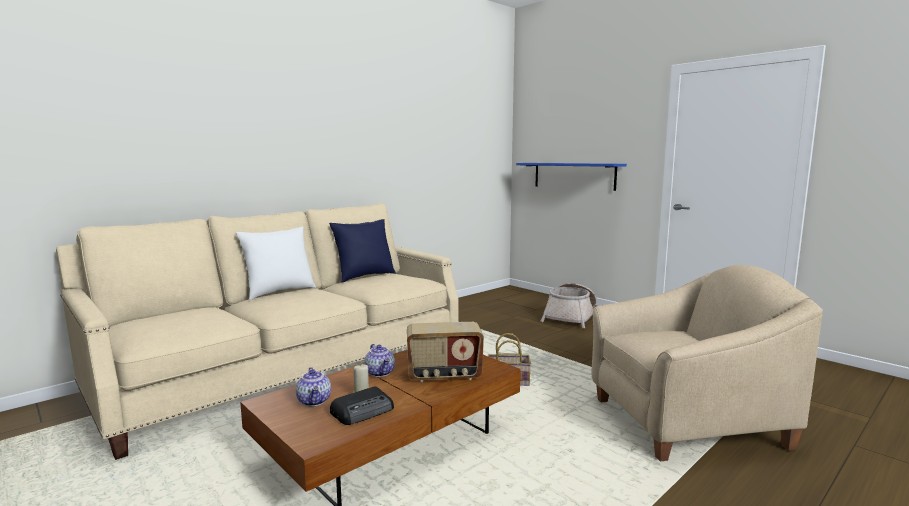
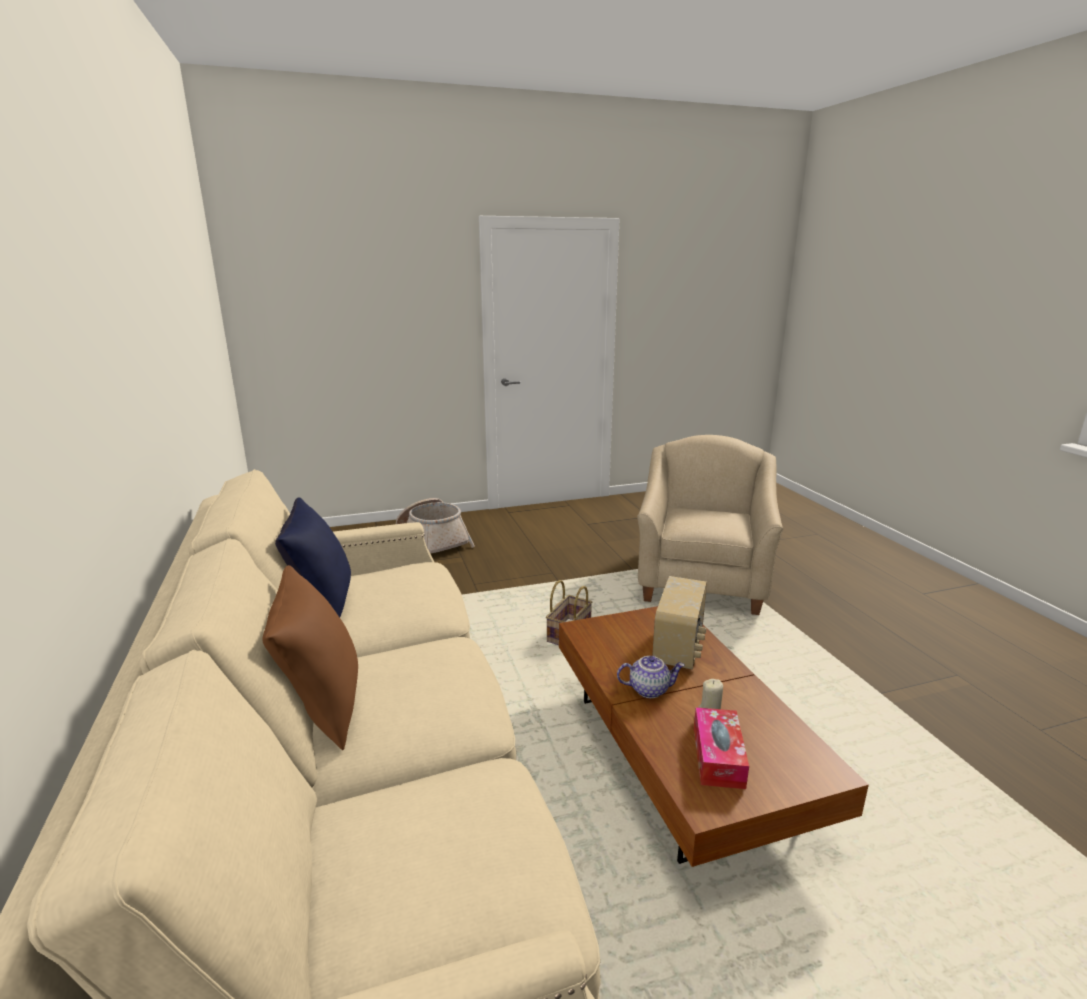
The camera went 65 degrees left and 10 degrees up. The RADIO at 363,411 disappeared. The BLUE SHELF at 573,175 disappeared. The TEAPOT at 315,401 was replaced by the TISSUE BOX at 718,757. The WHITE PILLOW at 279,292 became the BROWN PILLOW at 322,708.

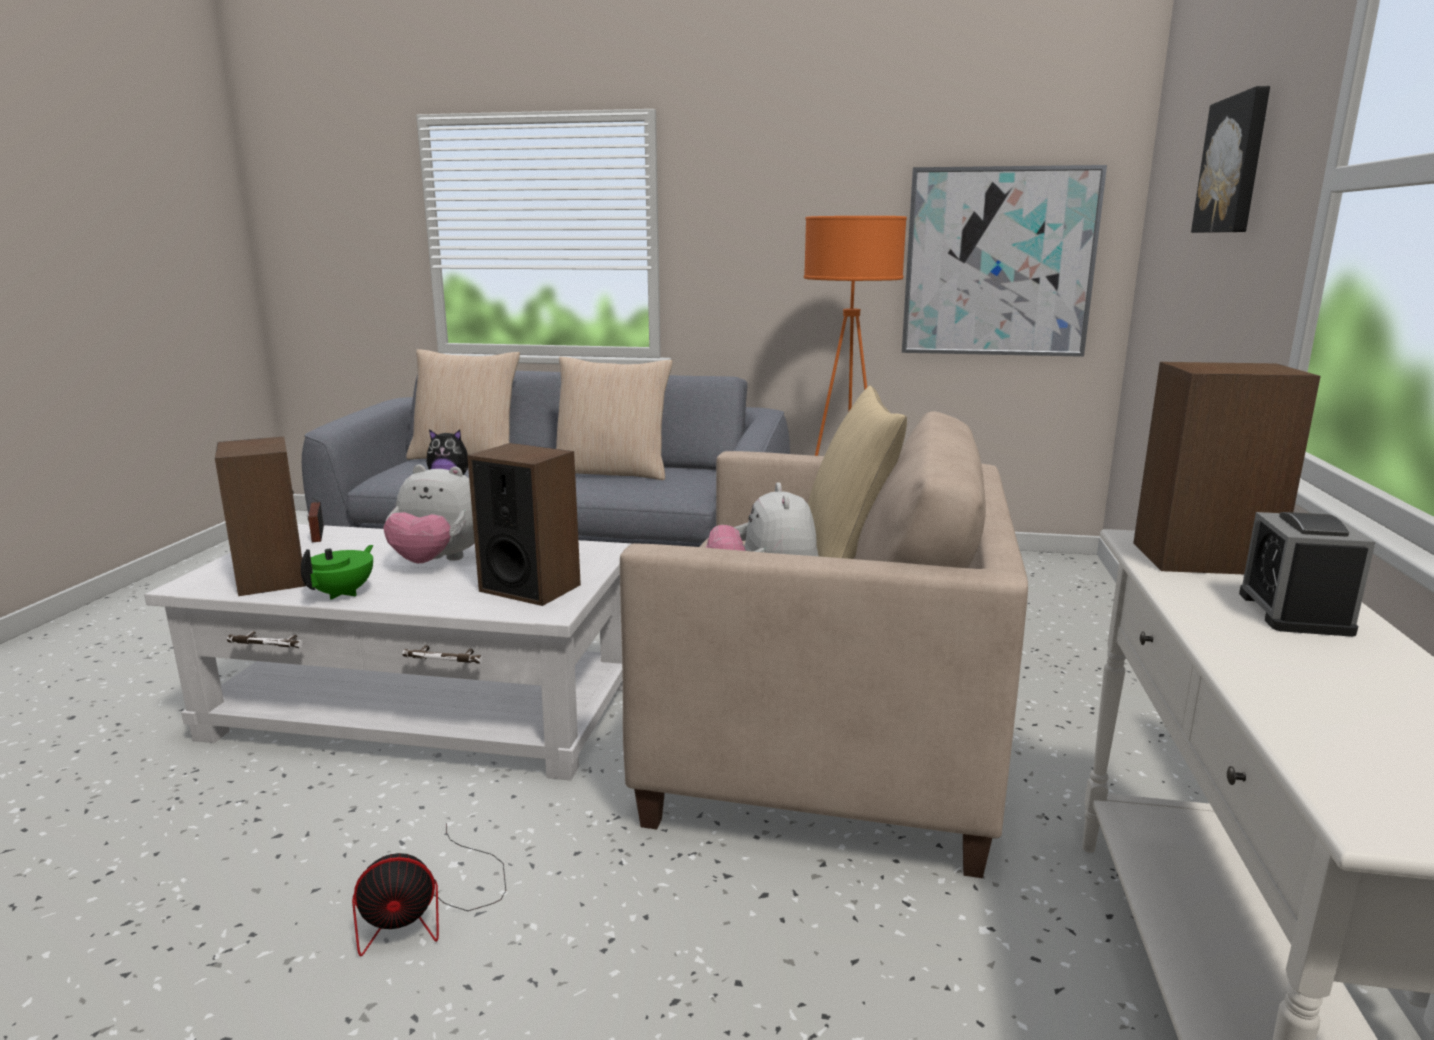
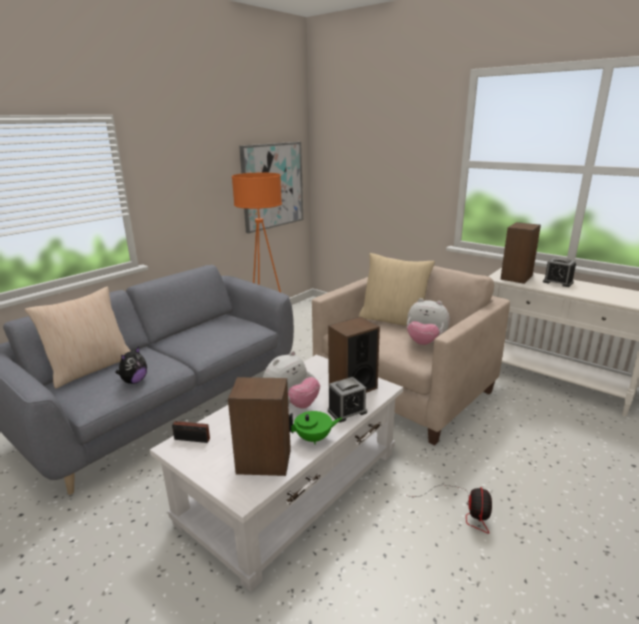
The camera went 60 degrees left and 5 degrees up. The BEIGE PILLOW at 612,472 disappeared. The PICTURE at 1234,165 disappeared. The ALARM CLOCK at 347,411 appeared. The GREEN TEAPOT at 343,593 turned 120 degrees clockwise.

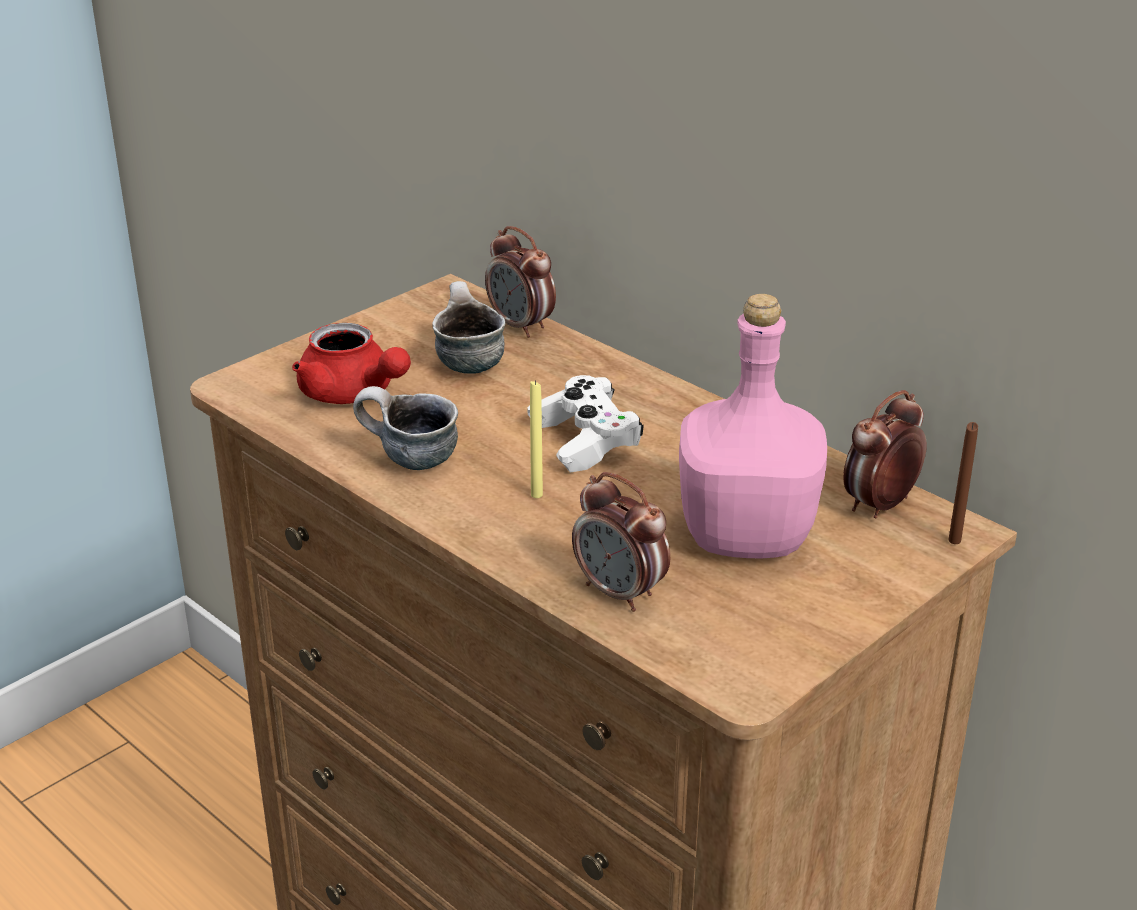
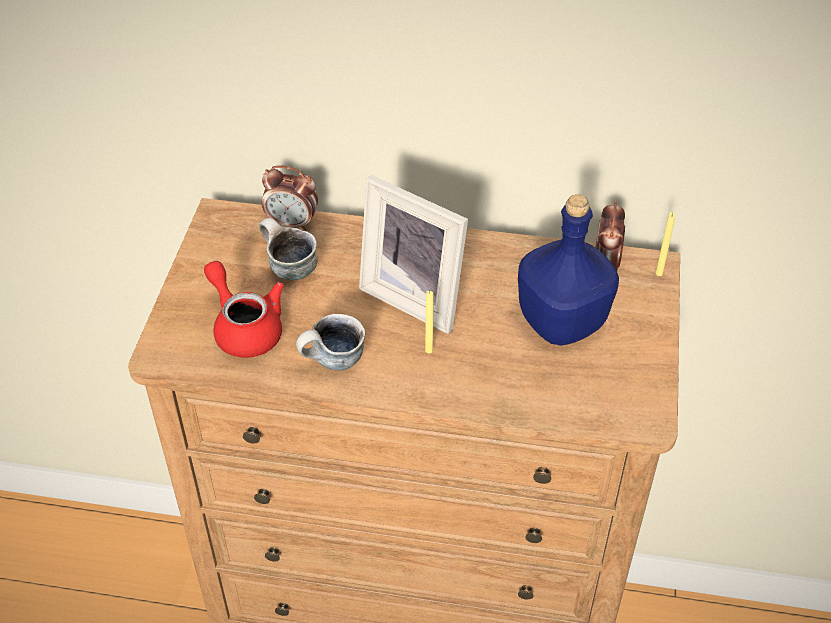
The camera went 35 degrees left and 15 degrees up. The ALARM CLOCK at 620,593 disappeared. The WHITE GAME CONTROLLER at 584,441 was replaced by the PICTURE FRAME at 416,297. The PINK BOTTLE at 749,536 became the BLUE BOTTLE at 563,321. The BROWN CANDLE at 954,540 became the YELLOW CANDLE at 659,273. The RED TEAPOT at 353,394 turned 135 degrees counterclockwise.

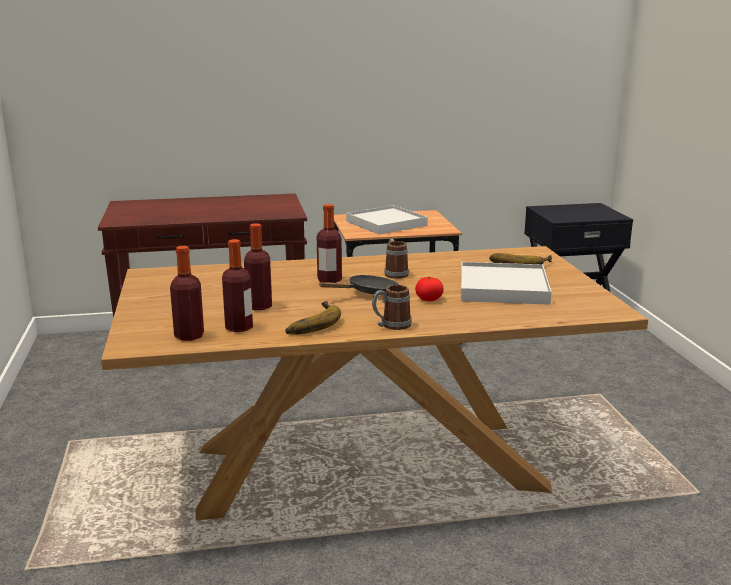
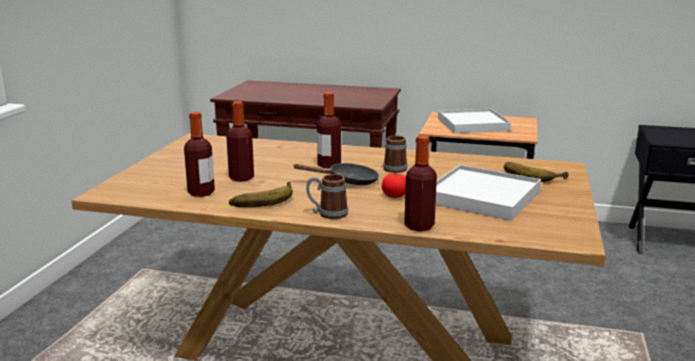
The camera went 25 degrees right and 0 degrees up. The BOTTLE moved from 189,336 to 419,226.

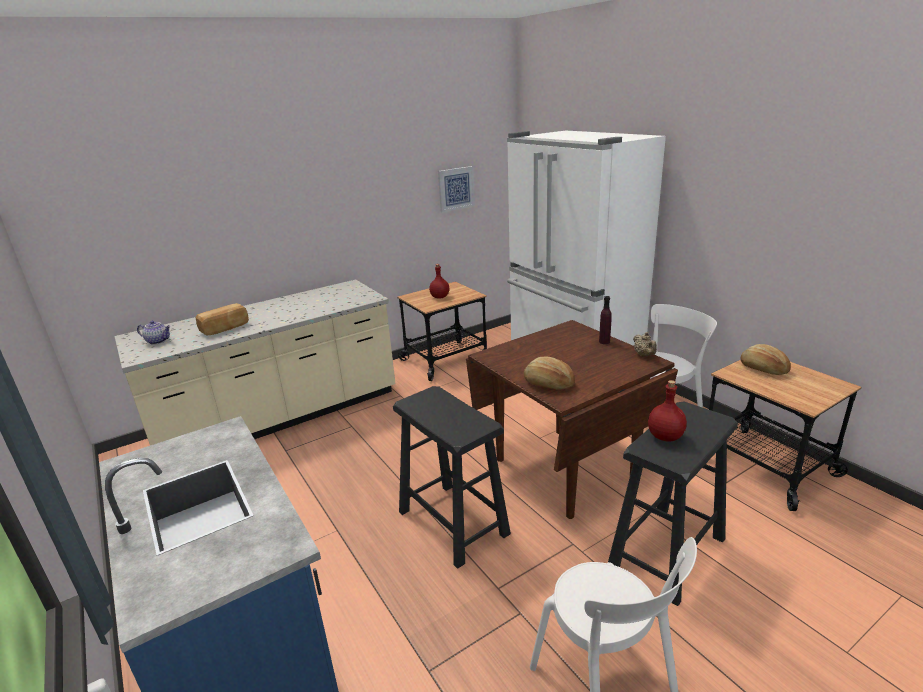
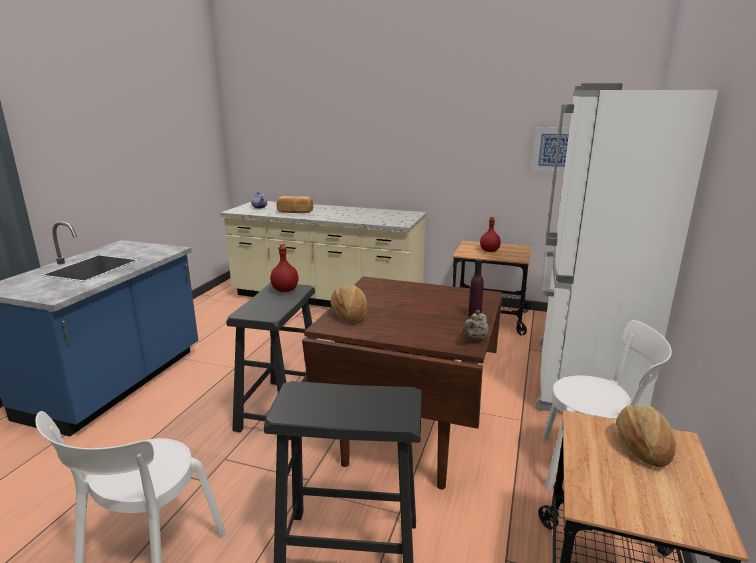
The camera went 50 degrees right and 5 degrees down. The RED BOTTLE moved from 664,436 to 285,290.

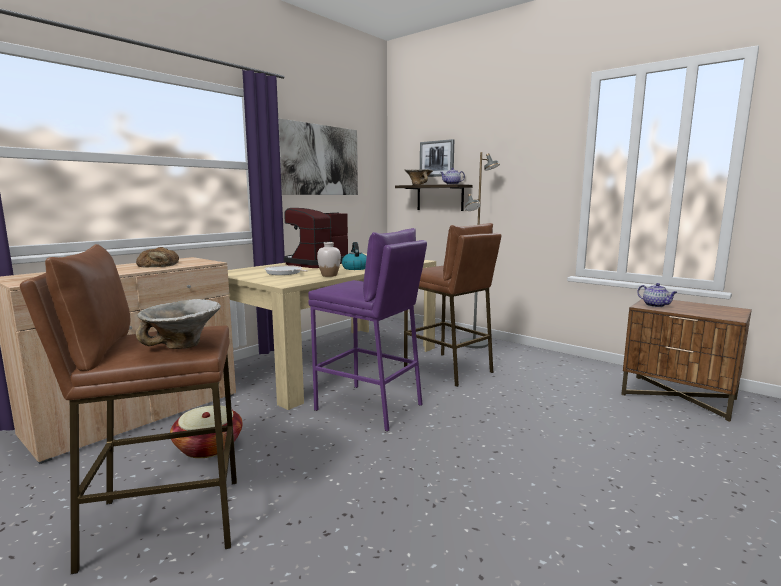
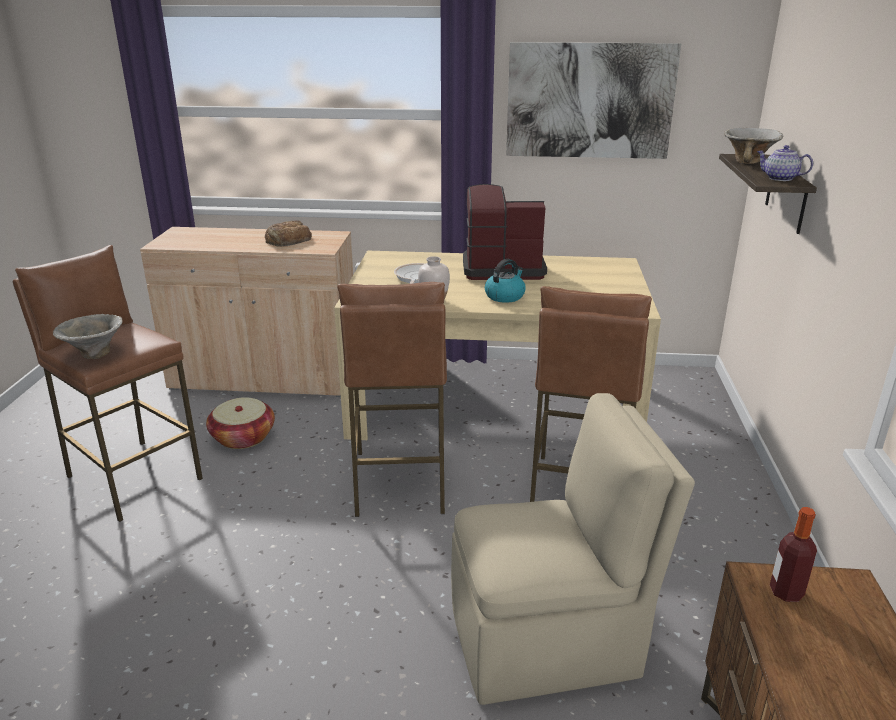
The camera went 55 degrees right and 15 degrees up. The PICTURE at 437,158 disappeared. The GREY FLOOR LAMP at 474,344 disappeared. The BEIGE CHAIR at 548,641 appeared. The TEAPOT at 655,305 was replaced by the BOTTLE at 786,592. The PURPLE STOOL at 369,407 became the BROWN STOOL at 399,481.

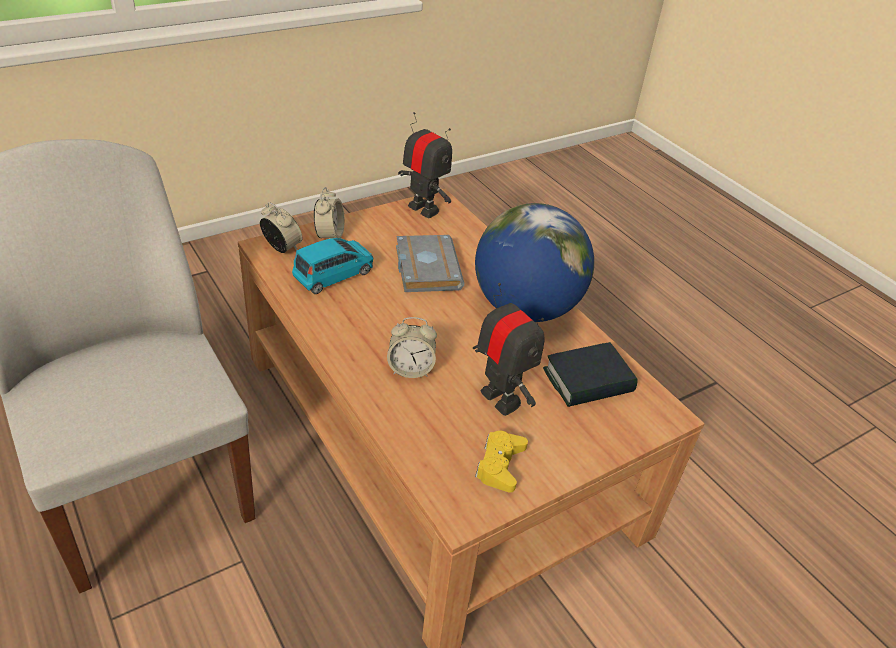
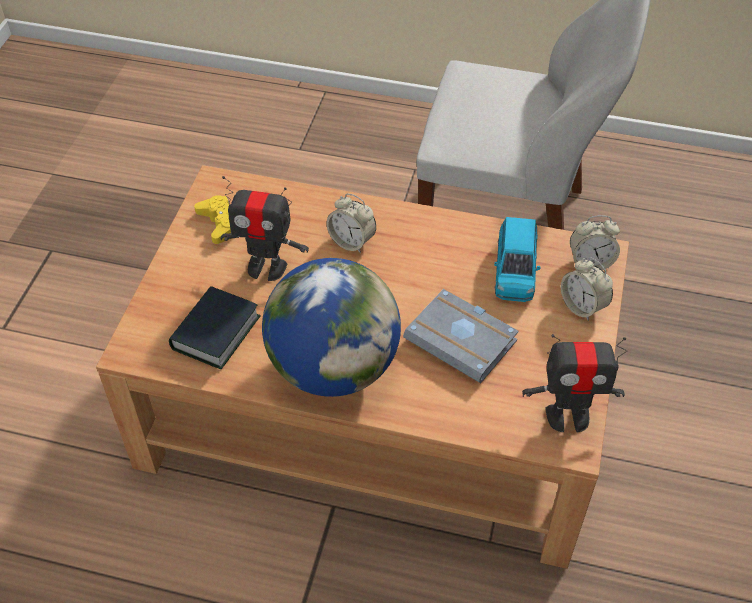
The camera went 140 degrees right and 10 degrees up. The ALARM CLOCK at 410,369 turned 105 degrees counterclockwise.

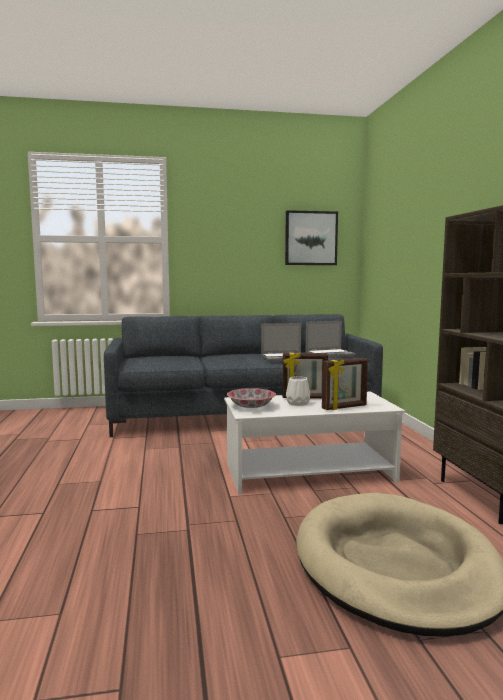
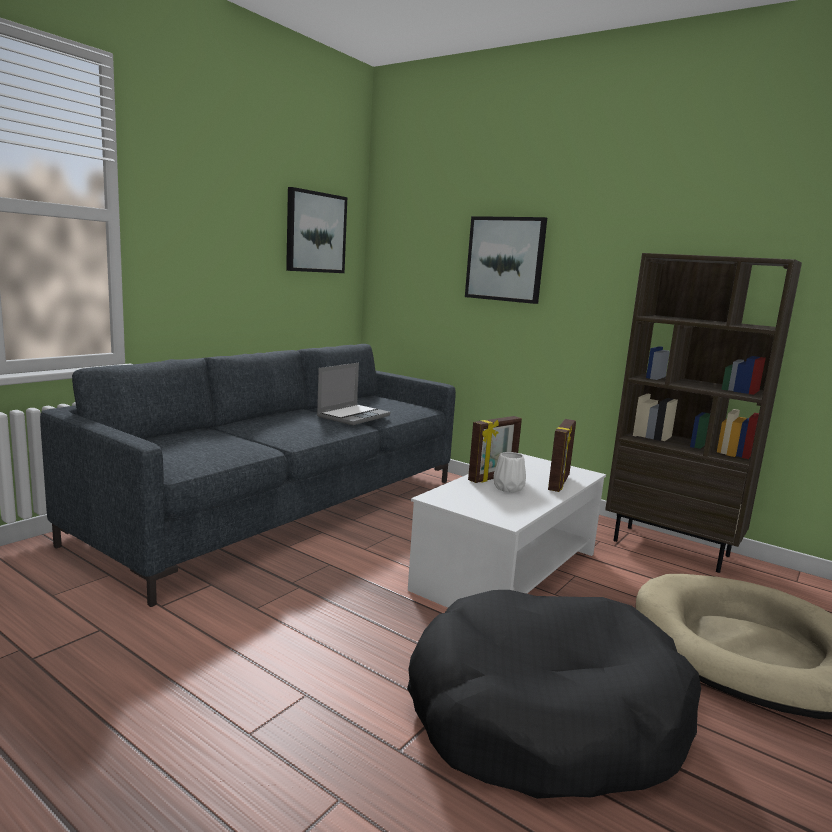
The camera went 45 degrees left and 5 degrees up. The BOWL at 251,406 disappeared. The LAPTOP at 330,354 disappeared. The BLACK DOG BED at 544,716 appeared. The PICTURE at 505,259 appeared.

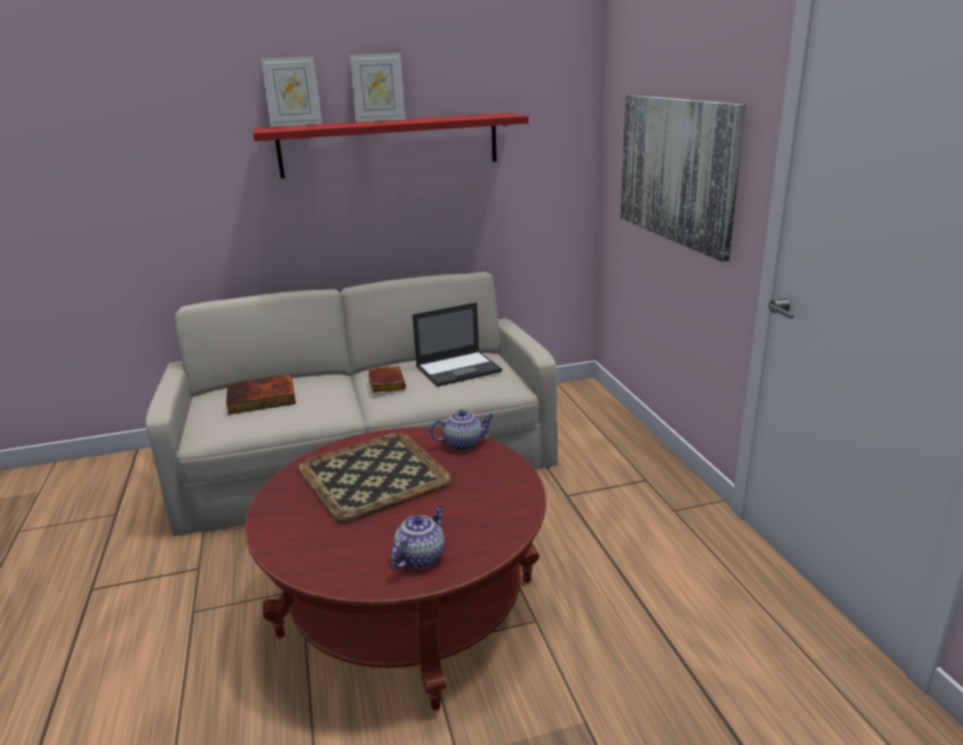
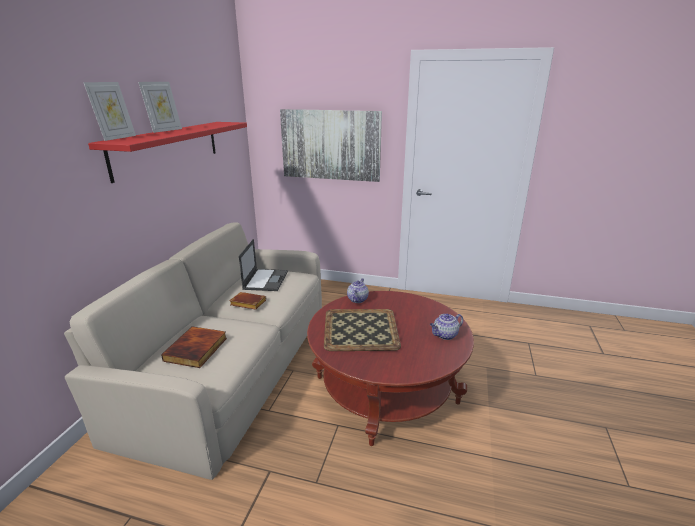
The camera went 60 degrees left and 0 degrees up. The TEAPOT at 420,557 turned 90 degrees counterclockwise.

